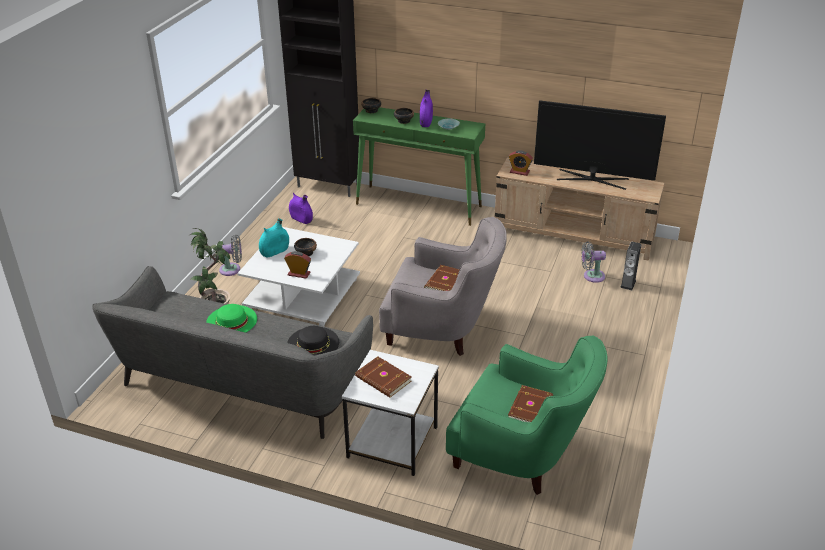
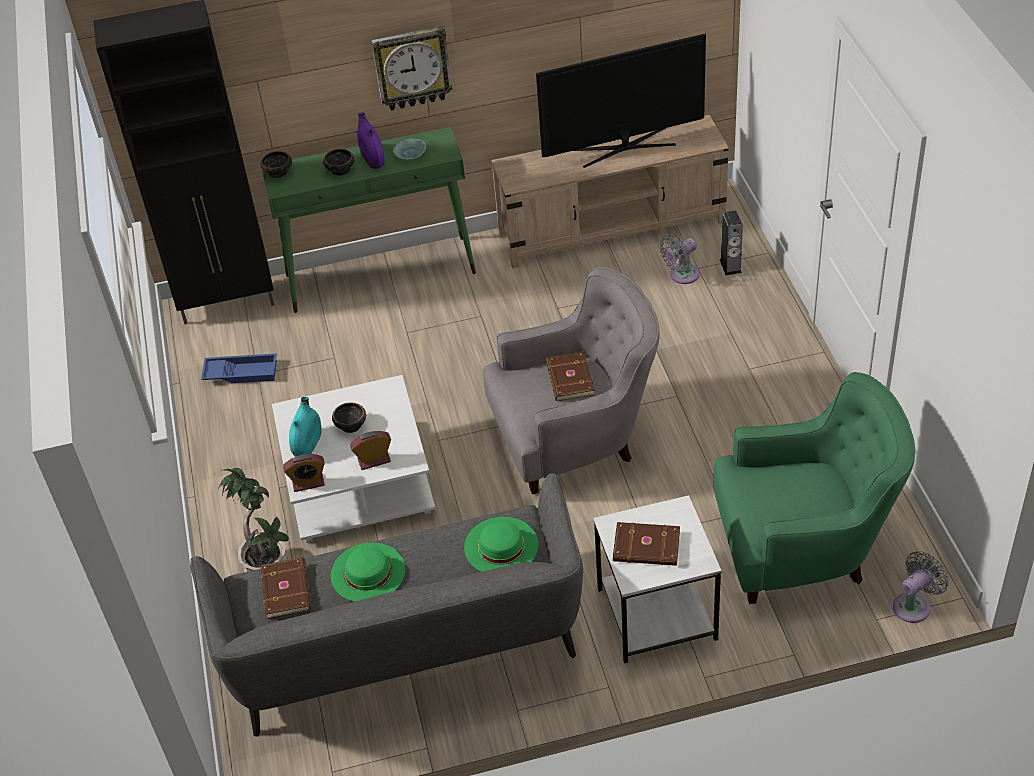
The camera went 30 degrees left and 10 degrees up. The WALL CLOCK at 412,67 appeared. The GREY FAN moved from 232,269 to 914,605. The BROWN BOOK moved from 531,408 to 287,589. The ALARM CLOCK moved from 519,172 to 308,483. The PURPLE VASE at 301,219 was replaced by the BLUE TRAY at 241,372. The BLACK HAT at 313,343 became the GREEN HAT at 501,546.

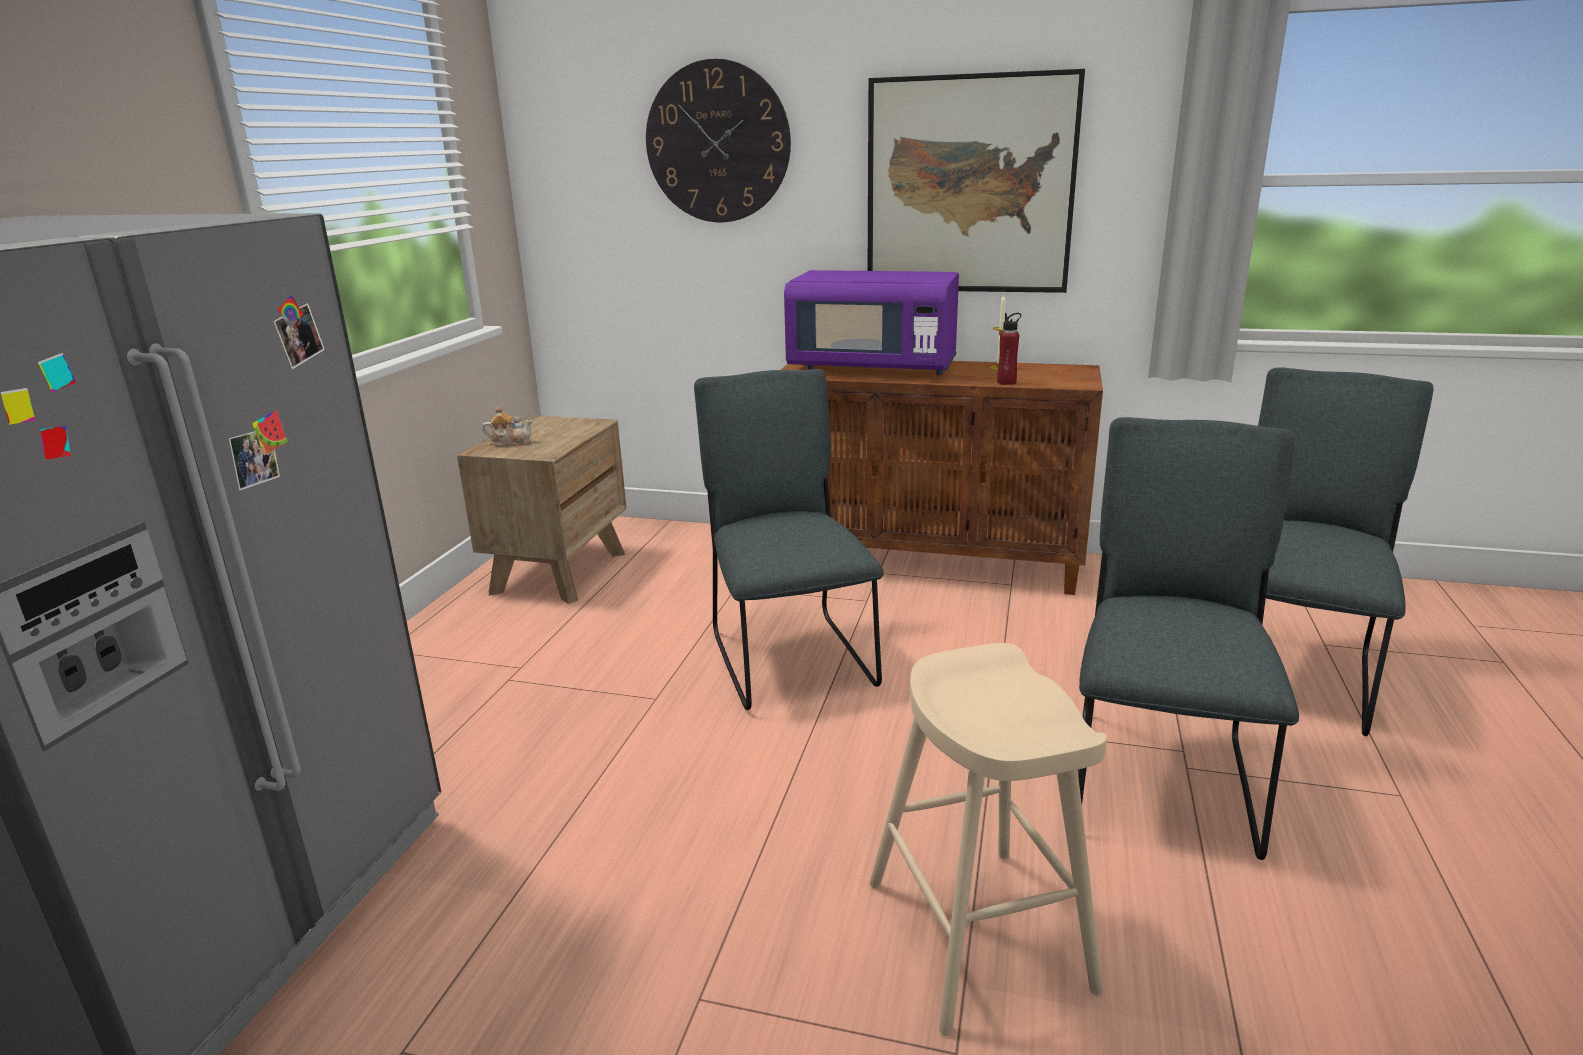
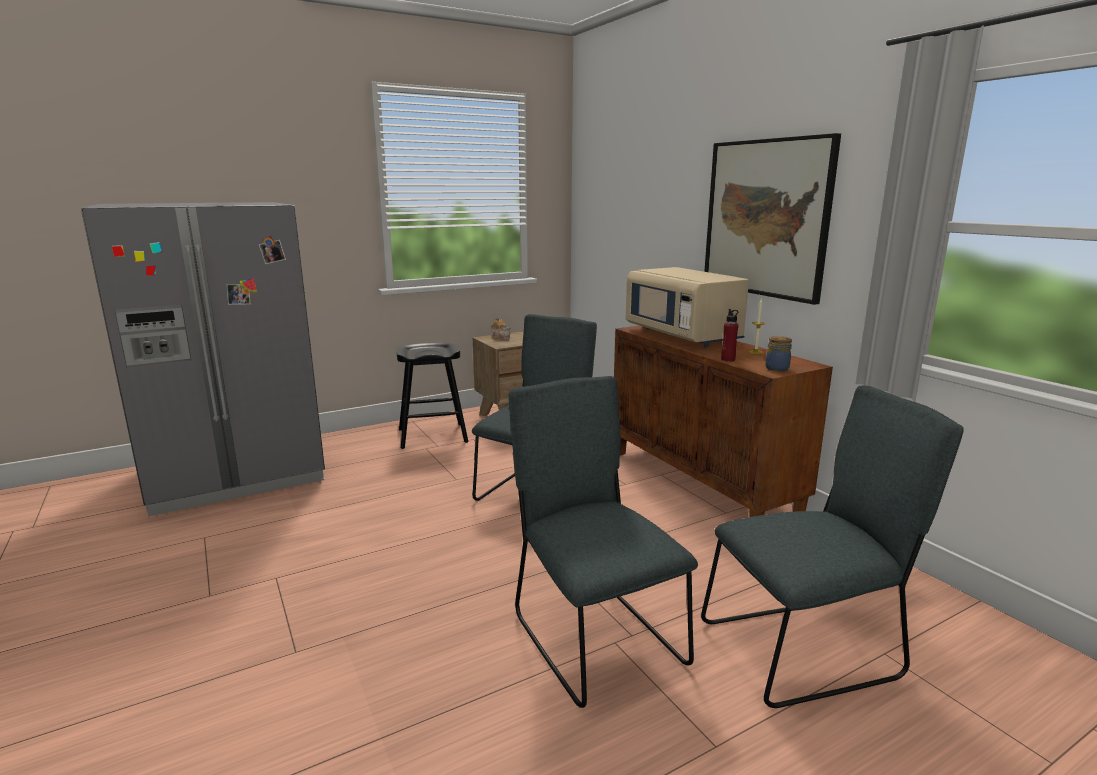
The camera went 45 degrees right and 5 degrees down. The WALL CLOCK at 717,143 disappeared. The BEIGE STOOL at 978,935 disappeared. The BLACK STOOL at 432,436 appeared. The JAR at 776,368 appeared. The PURPLE MICROWAVE at 873,368 became the BEIGE MICROWAVE at 682,335. The GREY CHAIR at 1160,774 turned 90 degrees counterclockwise.

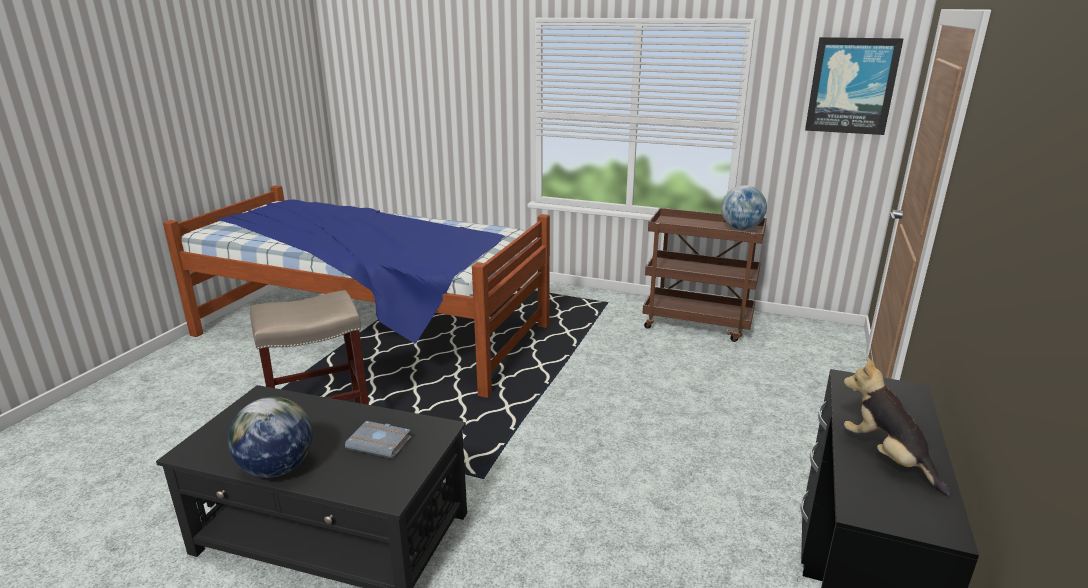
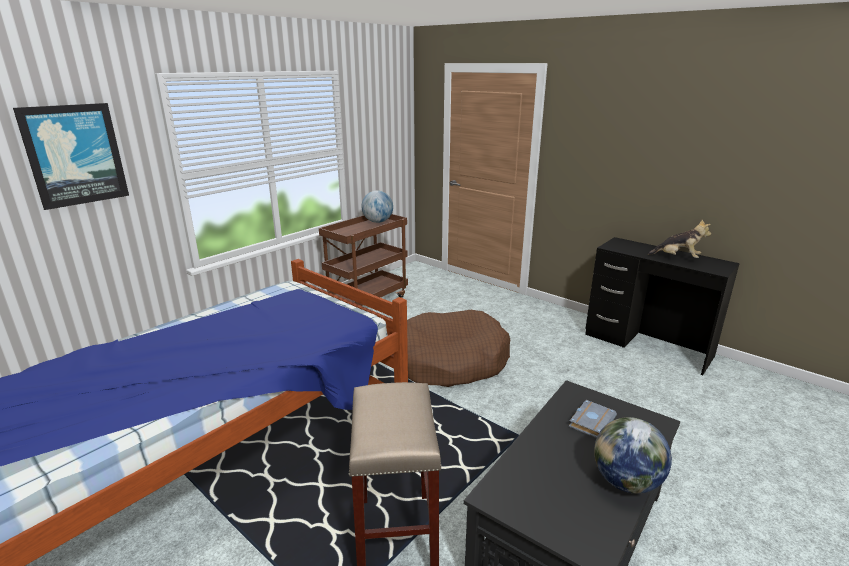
The camera went 70 degrees left and 0 degrees up. The BROWN DOG BED at 449,361 appeared. The PICTURE moved from 851,86 to 75,155. The PLUSH TOY at 887,457 turned 150 degrees counterclockwise.

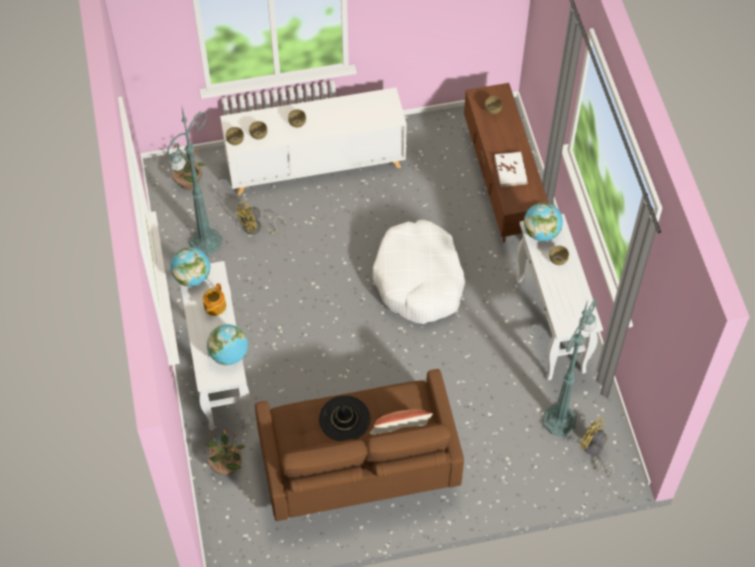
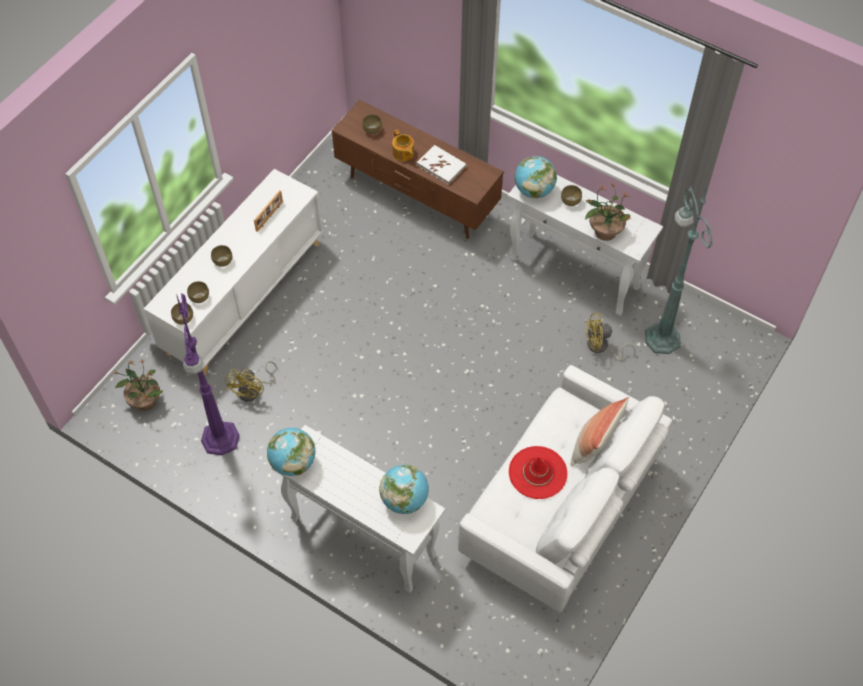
The camera went 45 degrees left and 0 degrees up. The WHITE DOG BED at 419,280 disappeared. The PICTURE FRAME at 270,216 appeared. The TEAPOT moved from 214,306 to 403,153. The POTTED PLANT moved from 226,465 to 604,231. The YELLOW FAN moved from 593,451 to 601,347. The GREEN FLOOR LAMP at 204,242 became the PURPLE FLOOR LAMP at 220,440. The BROWN SOFA at 358,465 became the WHITE SOFA at 559,508. The BLACK HAT at 344,419 became the RED HAT at 538,473.

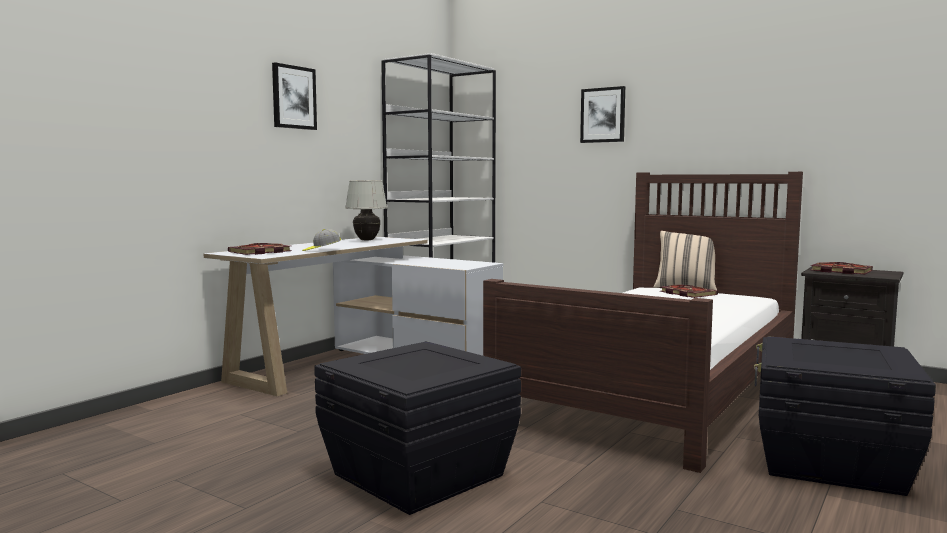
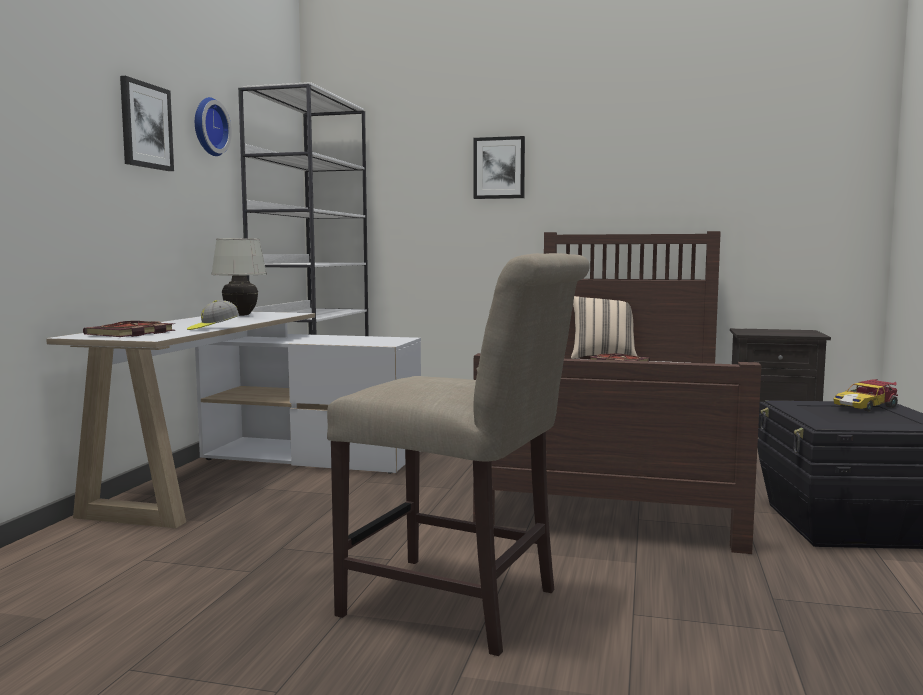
The camera went 20 degrees left and 0 degrees up. The BOOK at 839,271 disappeared. The WALL CLOCK at 208,127 appeared. The TOY CAR at 866,407 appeared. The BLACK STORAGE BOX at 416,475 was replaced by the BEIGE CHAIR at 460,605.

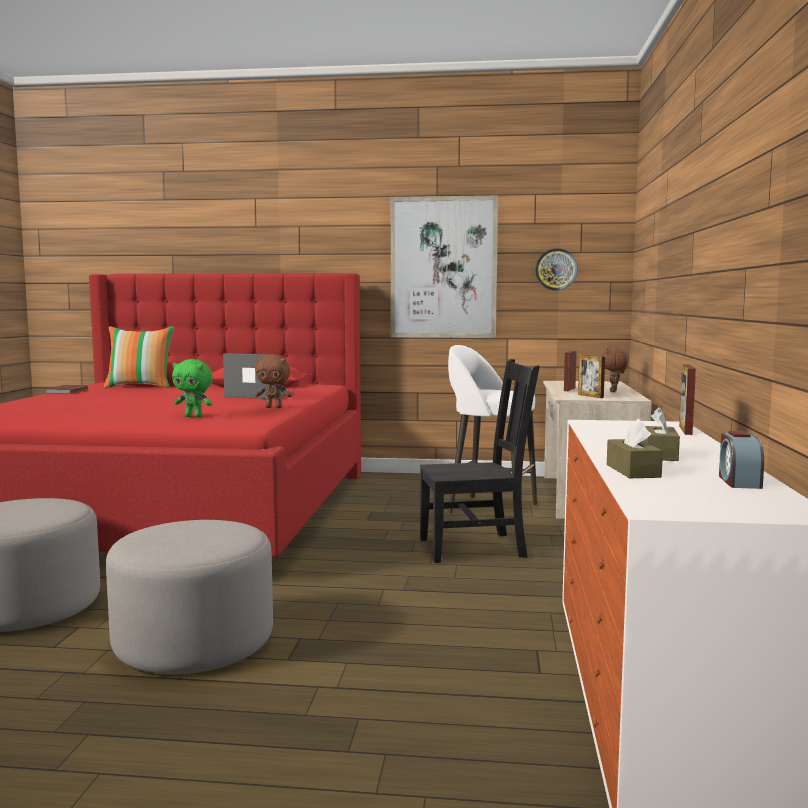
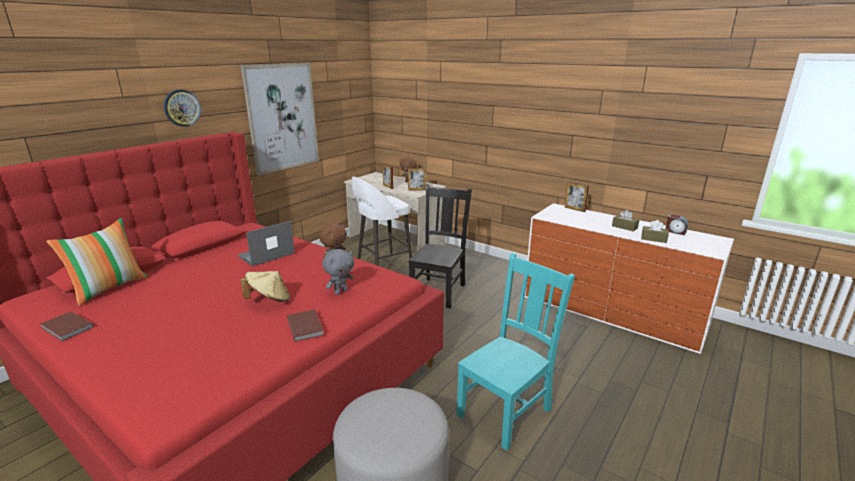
The camera went 60 degrees left and 15 degrees up. The BEIGE HAT at 269,300 appeared. The BROWN BOOK at 306,326 appeared. The WALL CLOCK moved from 556,269 to 182,108. The GREY OTTOMAN at 194,643 was replaced by the TURQUOISE CHAIR at 506,410. The GREEN PLUSH TOY at 194,416 became the GREY PLUSH TOY at 340,291.

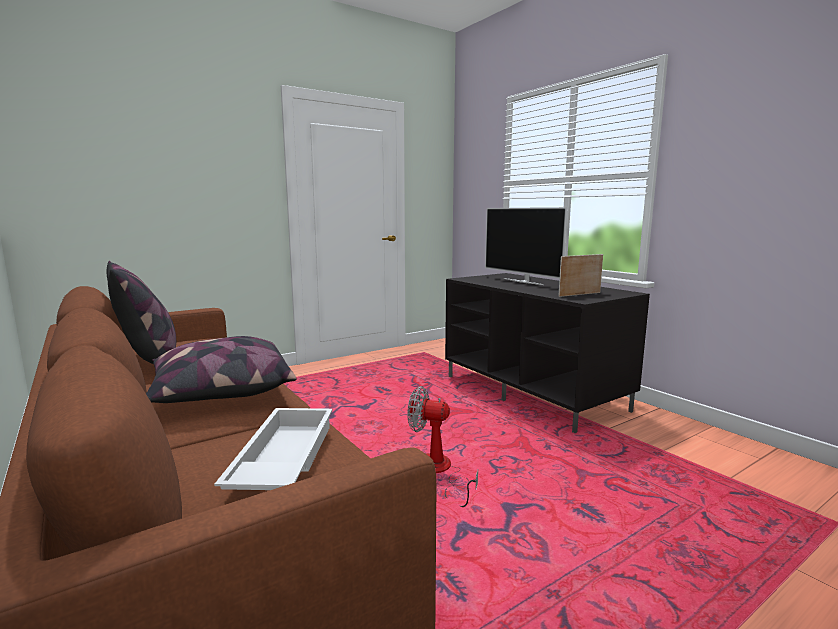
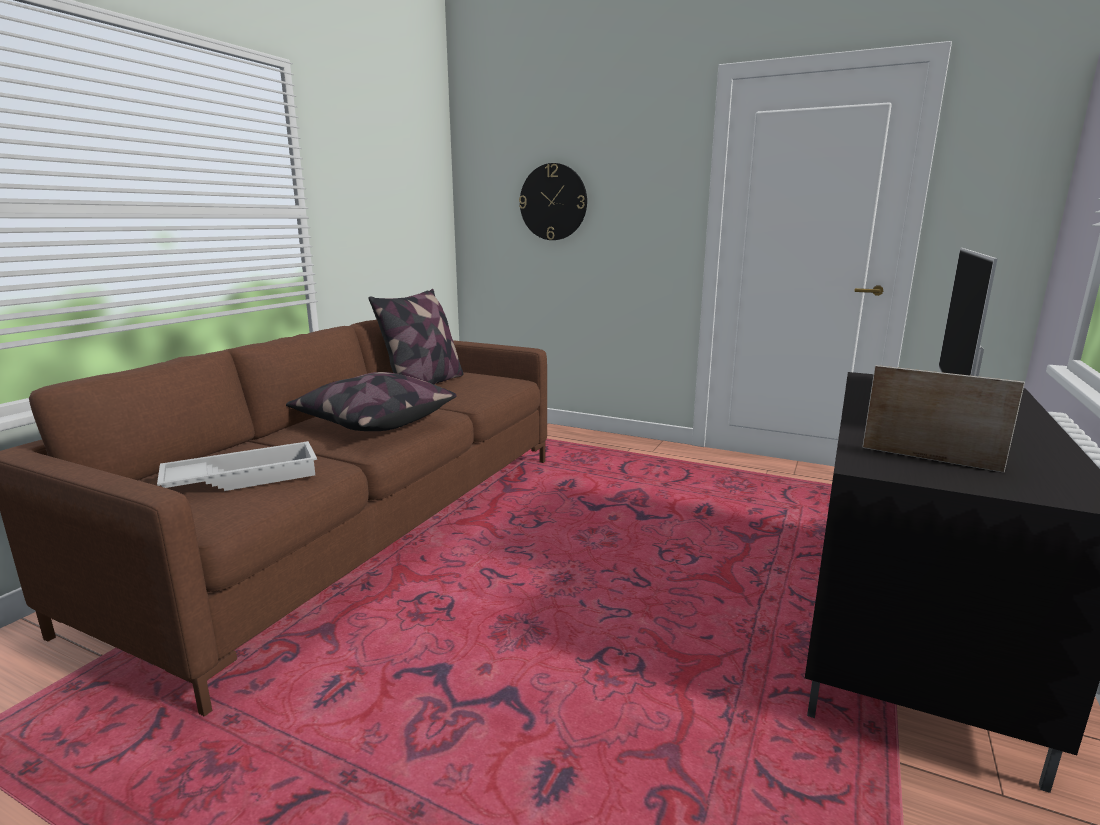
The camera went 60 degrees right and 5 degrees up. The FAN at 438,472 disappeared. The WALL CLOCK at 553,202 appeared.

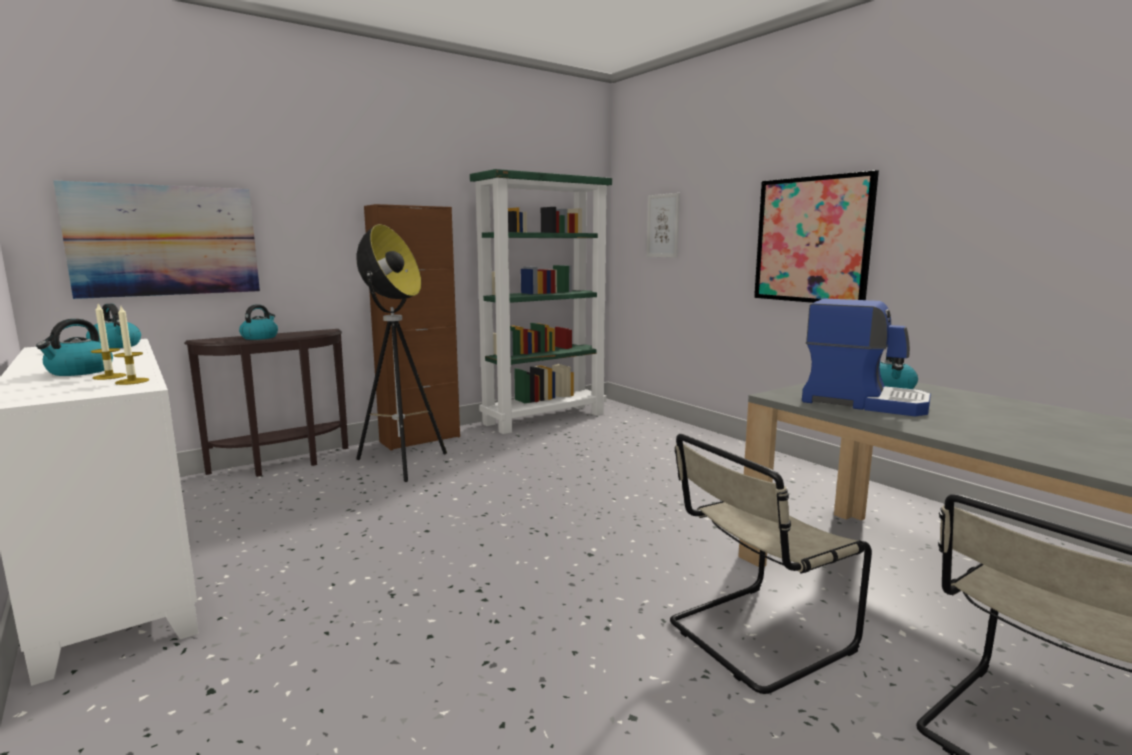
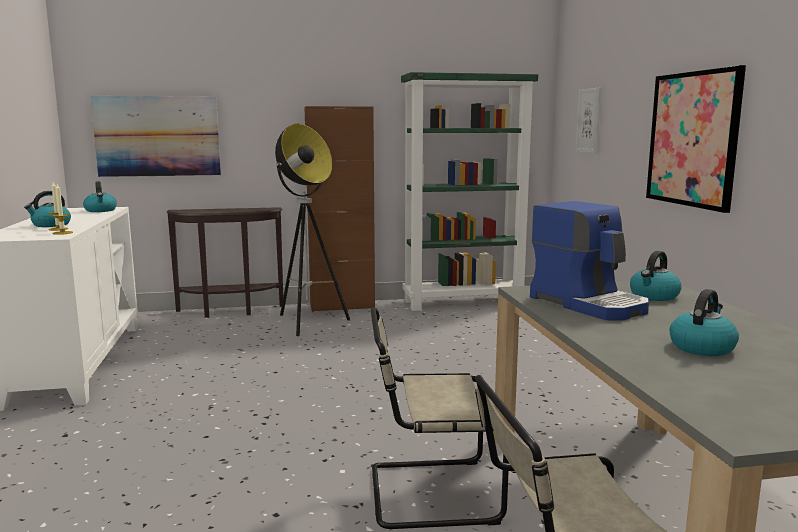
The camera went 25 degrees right and 0 degrees up. The KETTLE moved from 260,337 to 702,347.

